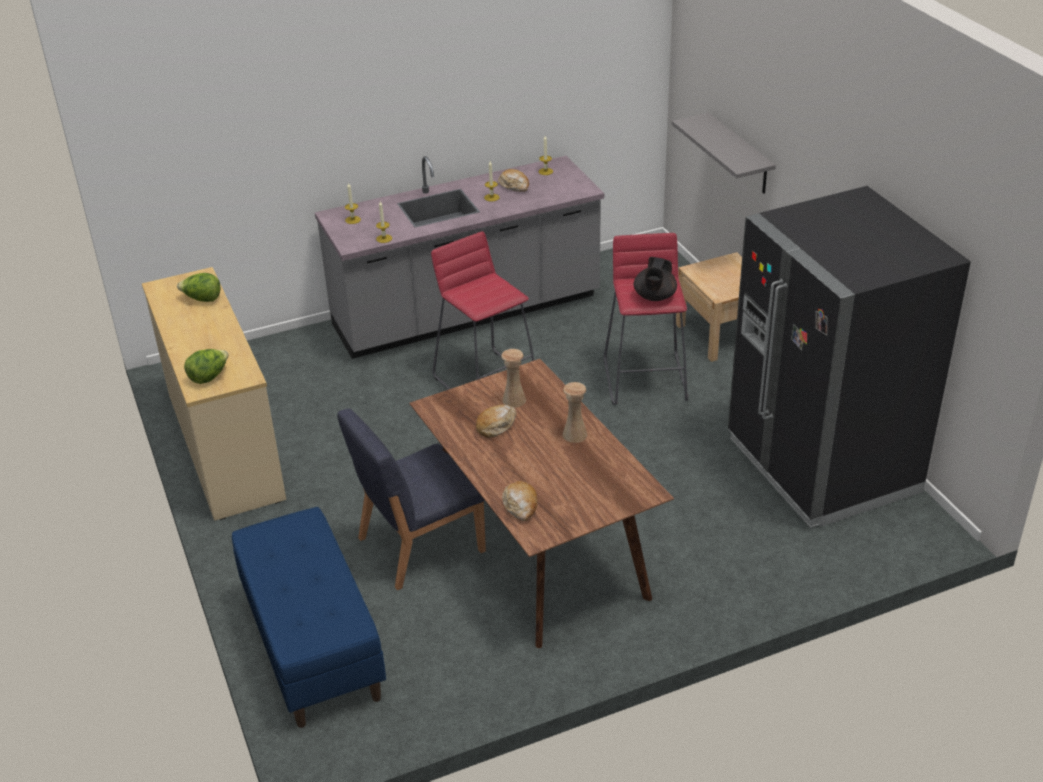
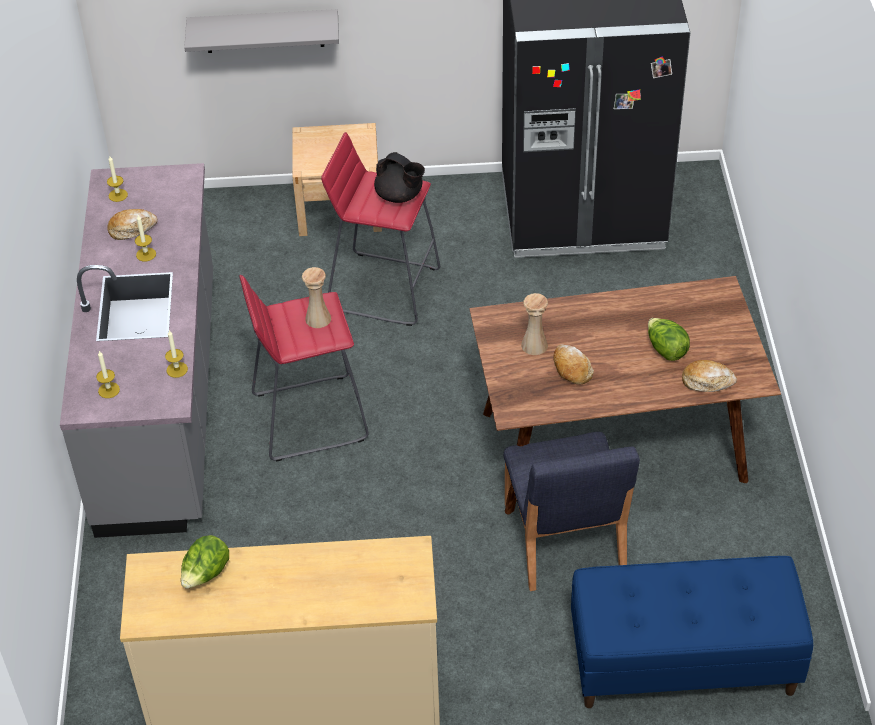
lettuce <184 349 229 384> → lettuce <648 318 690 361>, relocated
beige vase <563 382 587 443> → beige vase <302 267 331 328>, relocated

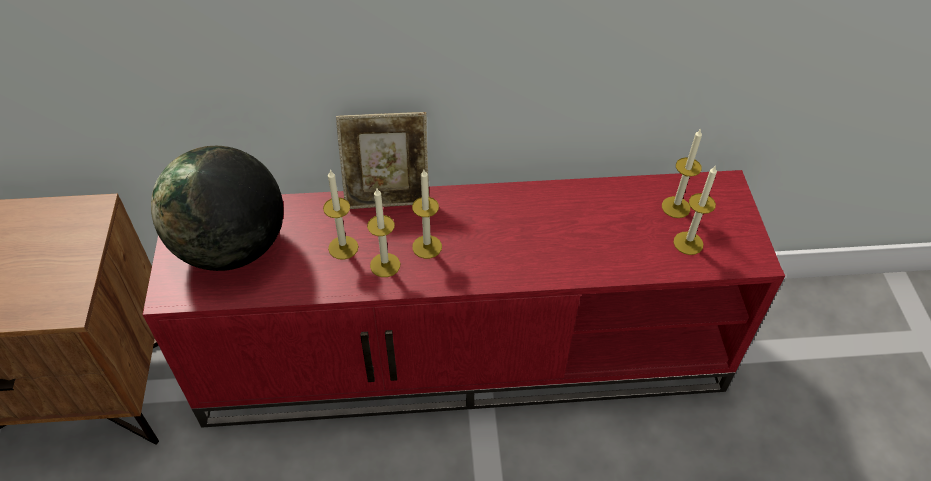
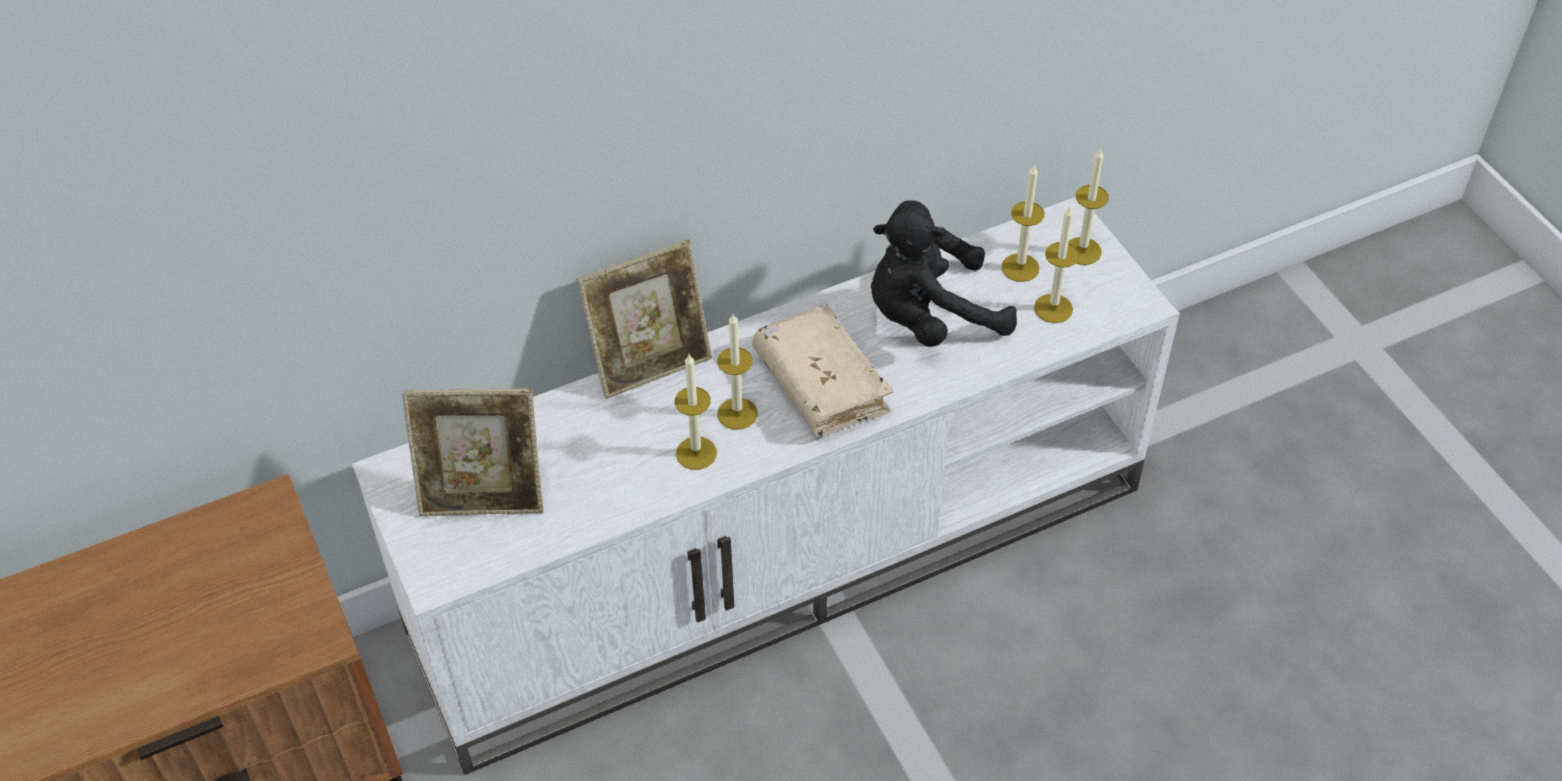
- → beige book <752 304 893 437>
- → black plush toy <871 200 1017 347>
candle <323 170 359 260> → candle <1068 147 1109 265>, relocated
globe <151 146 283 271> → picture frame <402 389 543 516>
red tv stand <142 170 785 428> → white tv stand <352 197 1180 775>

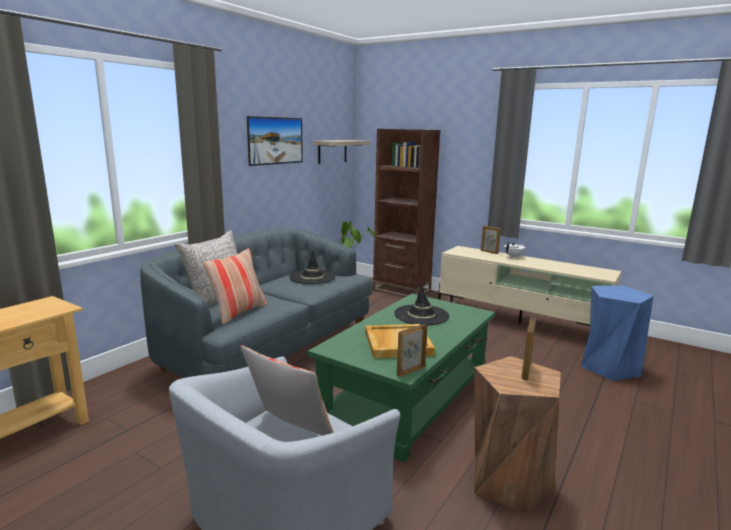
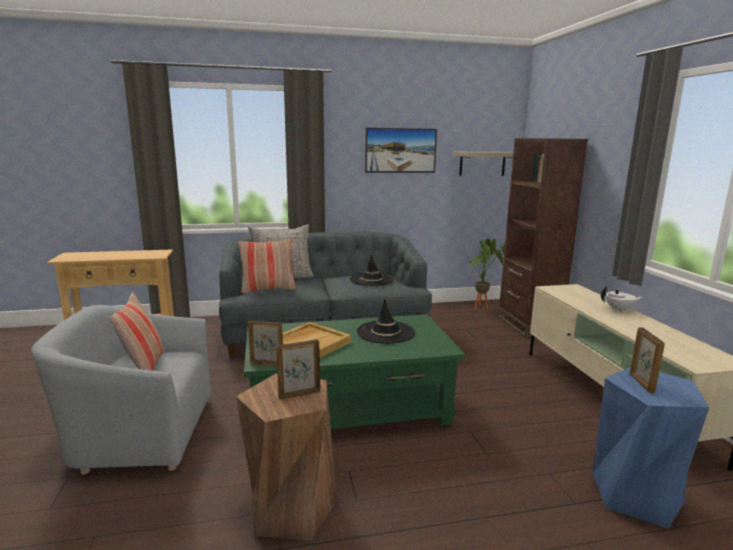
picture frame <481 225 501 254> → picture frame <630 327 665 393>, relocated

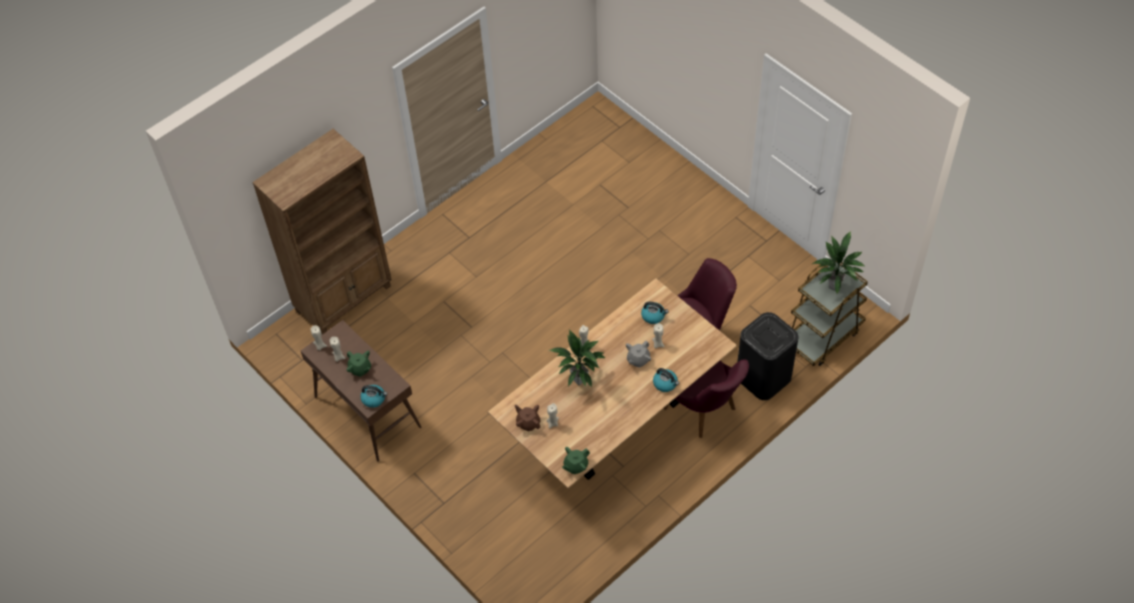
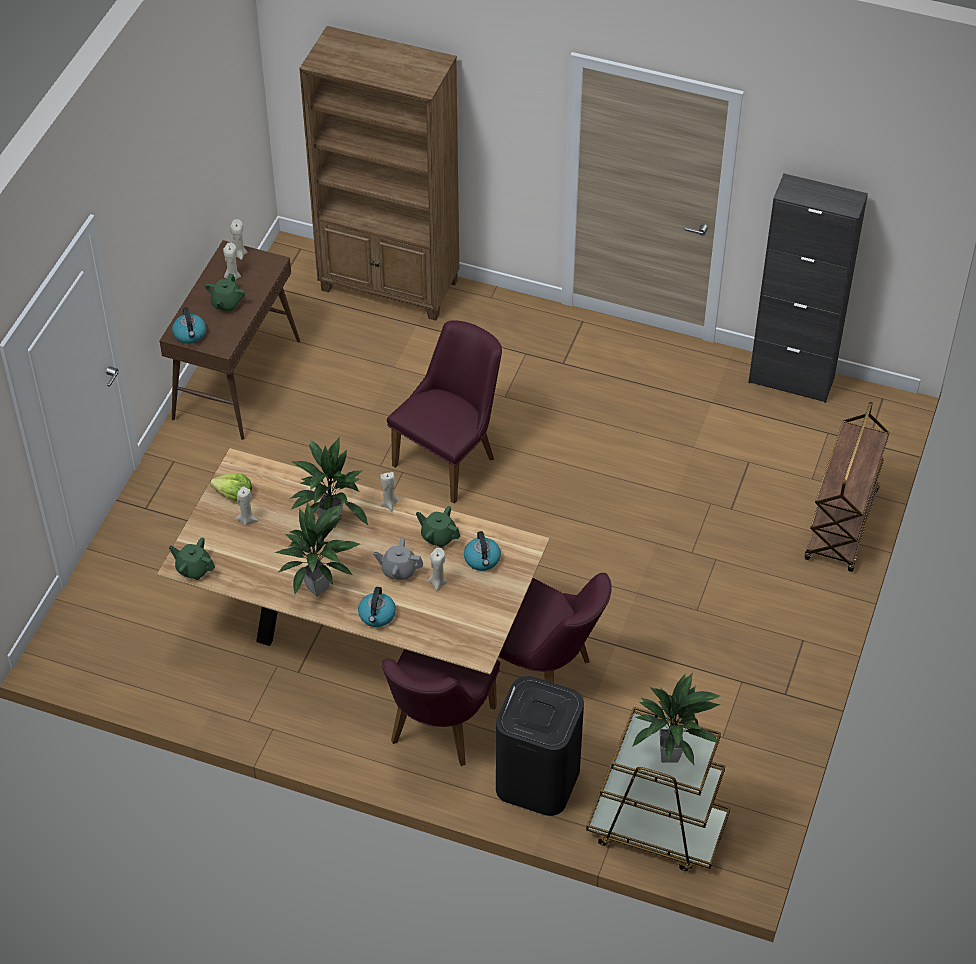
- → potted plant <275 502 360 596>
- → purple chair <387 320 502 503>
- → green teapot <416 506 460 548>
- → black cabinet <748 173 868 403>
- → brown cart <805 402 890 572>
brown teapot <515 405 540 431> → lettuce <210 473 252 501>

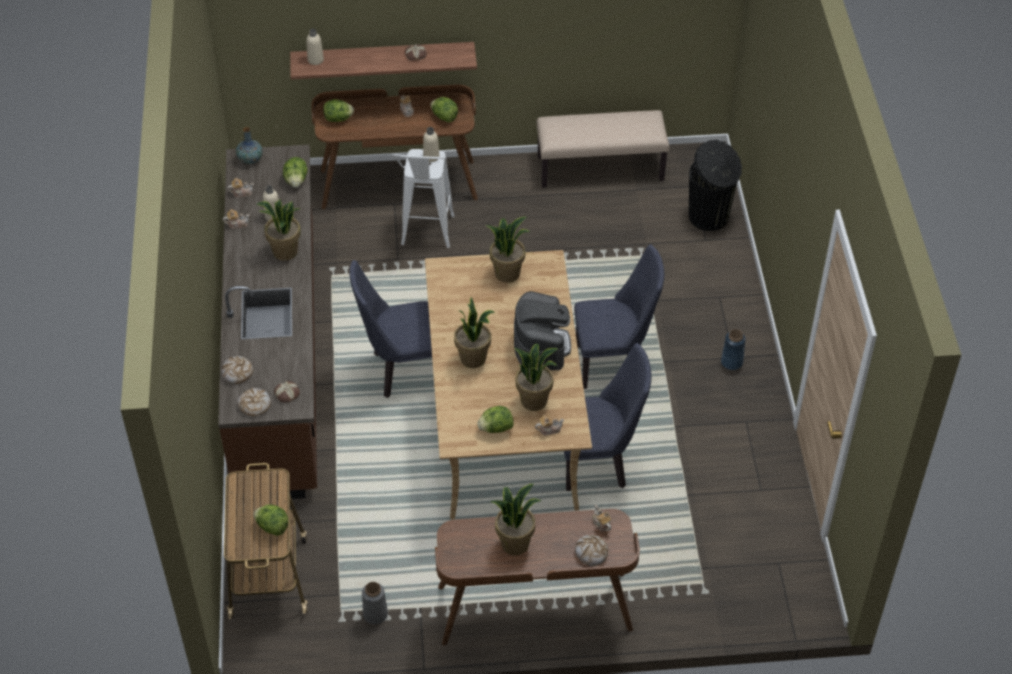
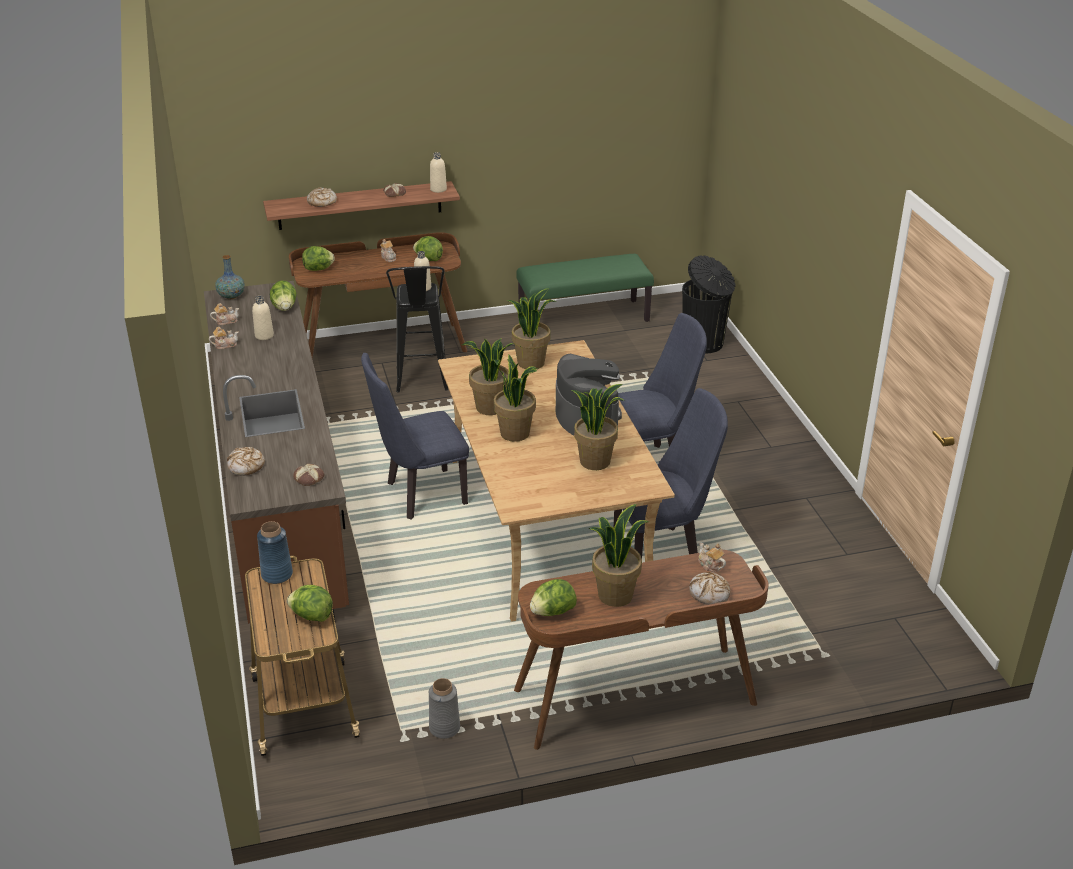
teapot <535 415 564 435> → -
bread <238 388 271 416> → bread <307 187 337 207>, relocated
potted plant <256 200 301 261> → potted plant <462 338 515 415>, relocated
beige bottle <306 29 324 65> → beige bottle <430 152 447 193>, relocated
lettuce <477 406 514 433> → lettuce <530 579 577 616>, relocated
blue vase <721 329 746 370> → blue vase <257 521 293 584>, relocated
white stool <392 149 455 248> → black stool <386 266 448 393>
beige bench <536 110 669 188> → green bench <516 254 654 322>

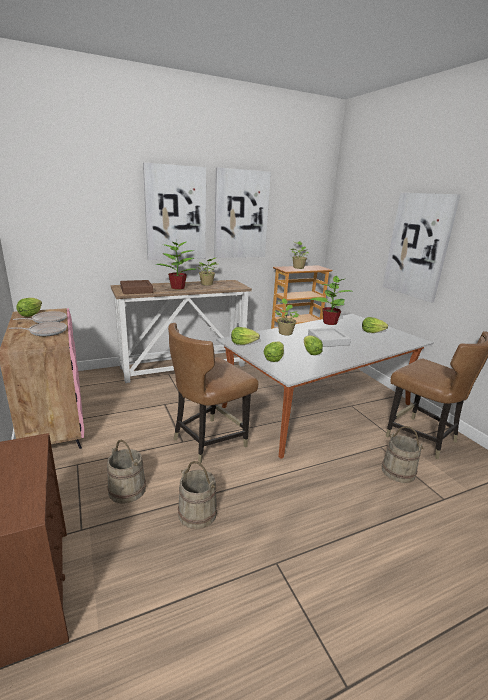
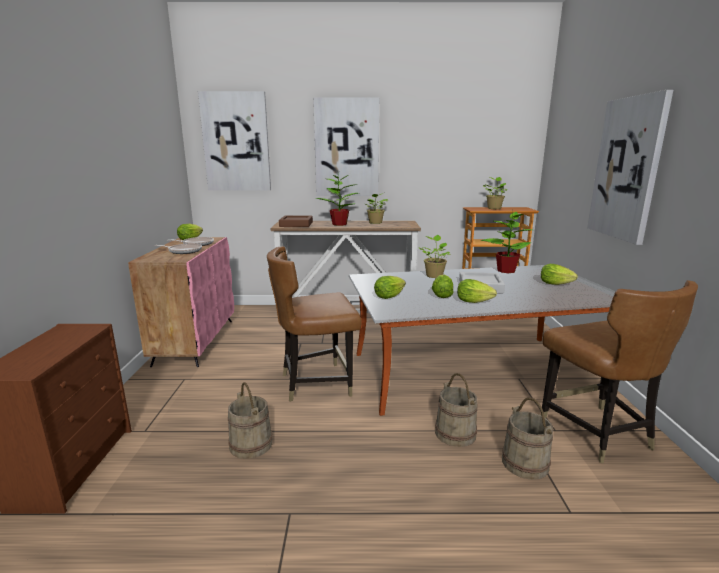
beige bucket <107 440 146 504> → beige bucket <435 373 478 447>, relocated
picture <214 167 271 258> → picture <198 91 271 191>, relocated
lettuce <231 327 260 345> → lettuce <457 279 497 303>, relocated

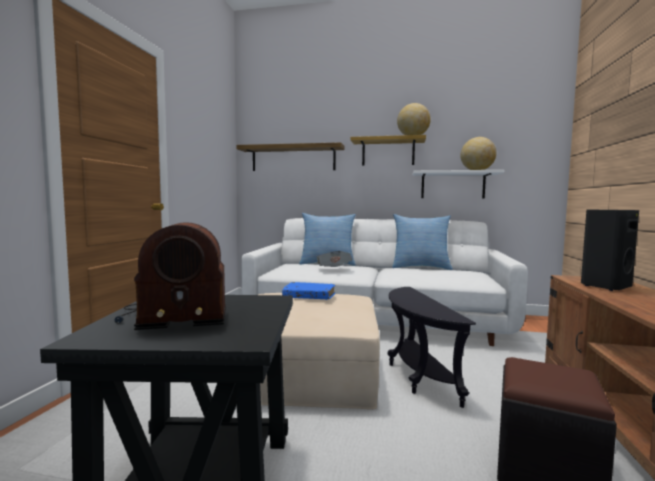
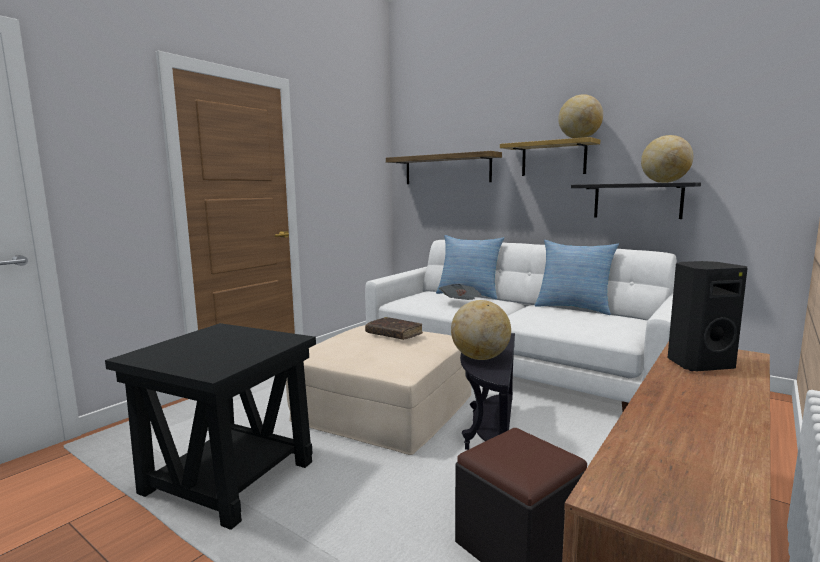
radio <115 222 226 330> → -
- → globe <451 300 511 360>
blue book <282 282 335 300> → brown book <365 317 423 340>
white shelf <413 170 504 198> → black shelf <571 182 701 219>

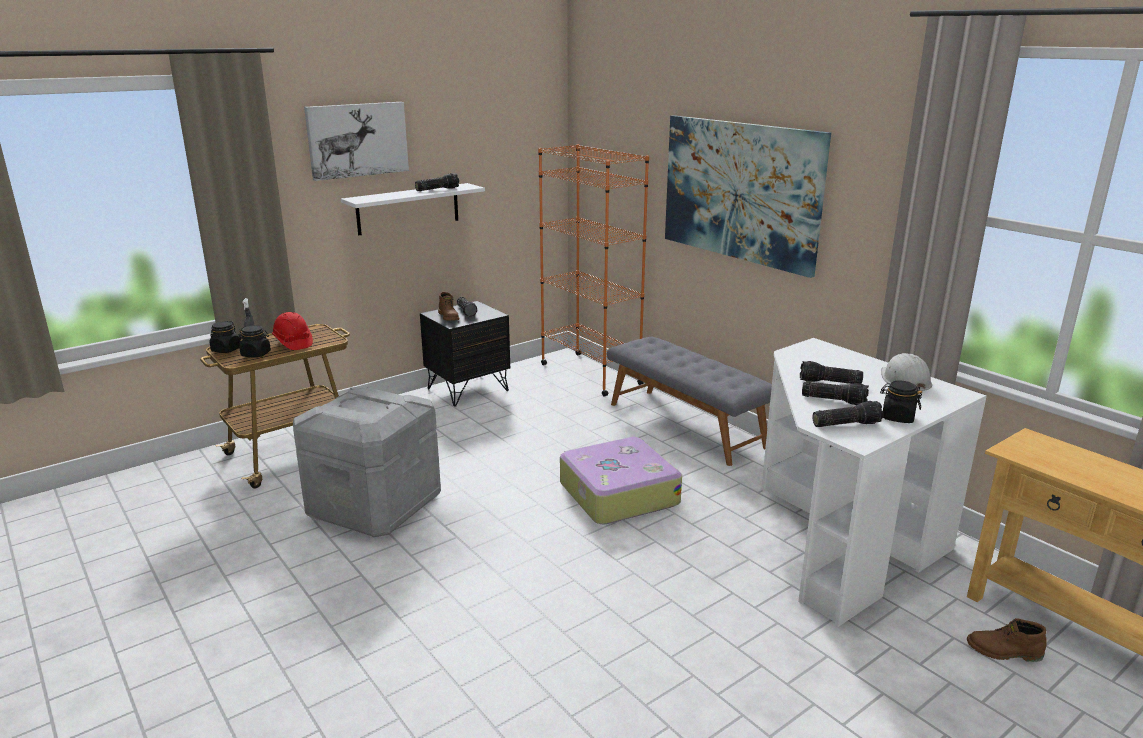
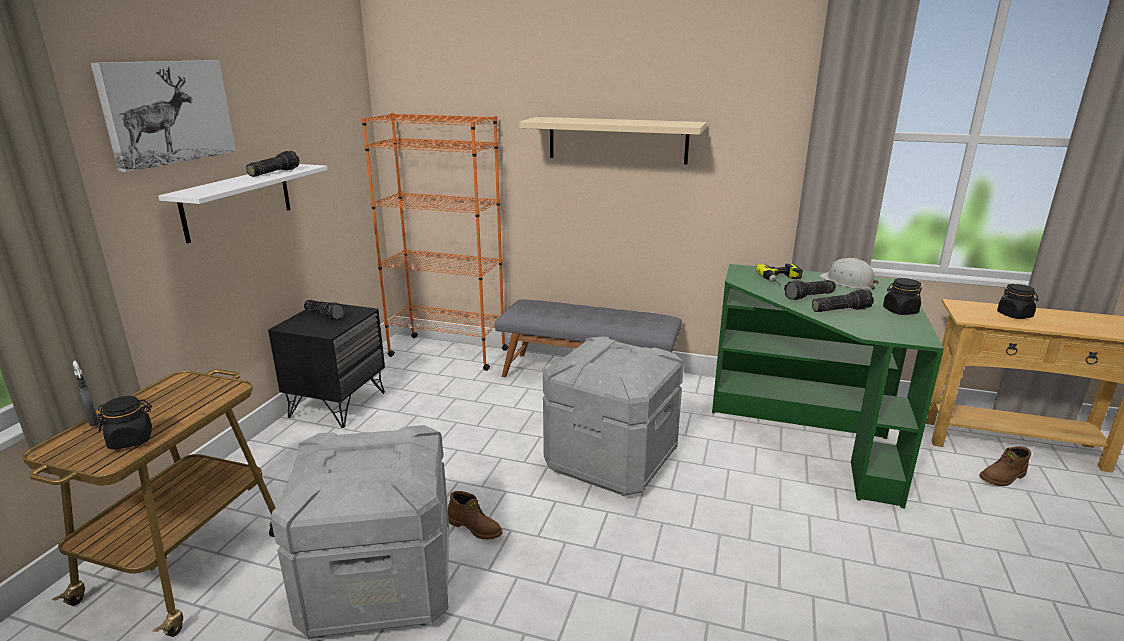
red hard hat <272 312 313 350> → -
flashlight <813 401 883 427> → -
- → power drill <756 263 803 285>
black jar <209 321 241 353> → black jar <997 284 1038 319>, relocated
brown boot <438 292 459 320> → brown boot <448 491 503 540>, relocated
suitcase <560 437 682 525> → grey storage box <543 337 684 496>
picture <665 115 831 278> → beige shelf <519 117 706 164>
white desk <761 338 987 627> → green desk <712 264 944 509>

